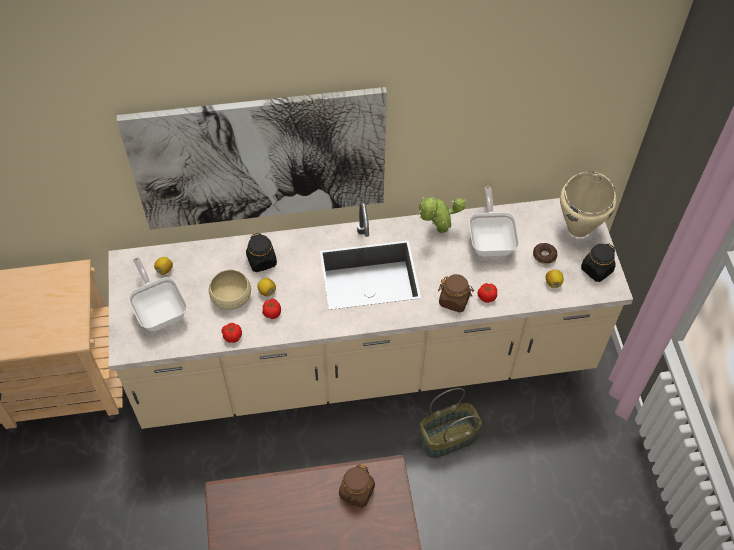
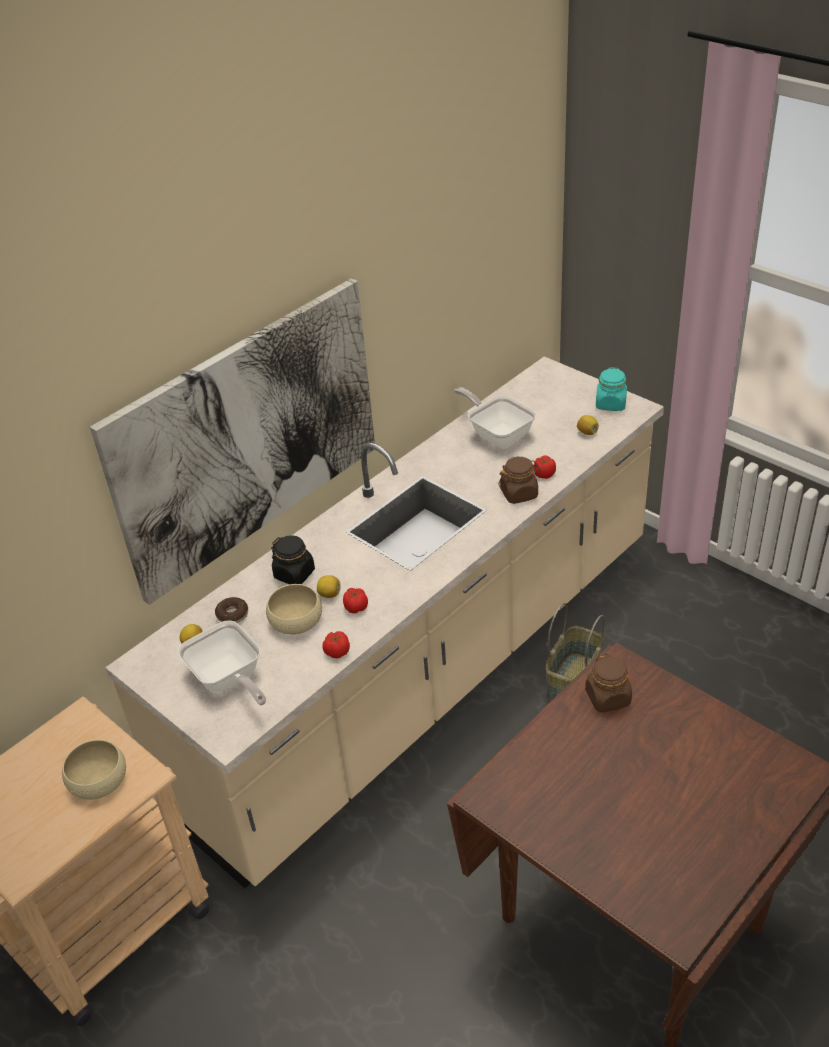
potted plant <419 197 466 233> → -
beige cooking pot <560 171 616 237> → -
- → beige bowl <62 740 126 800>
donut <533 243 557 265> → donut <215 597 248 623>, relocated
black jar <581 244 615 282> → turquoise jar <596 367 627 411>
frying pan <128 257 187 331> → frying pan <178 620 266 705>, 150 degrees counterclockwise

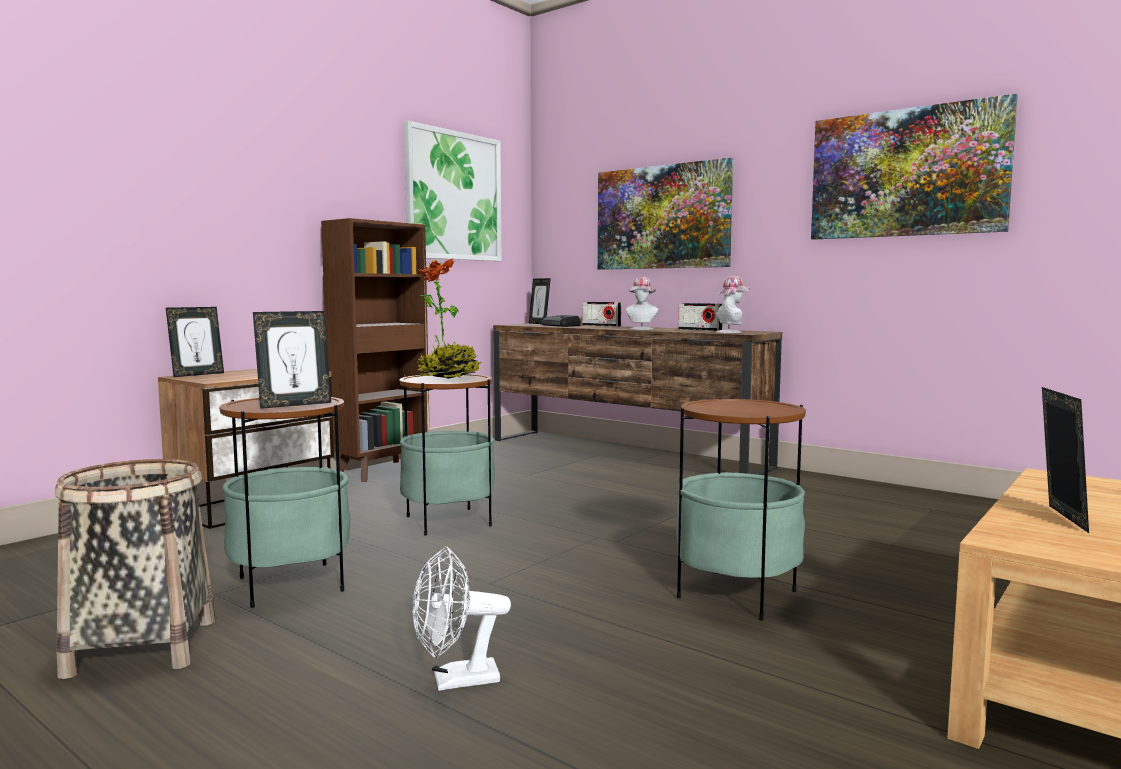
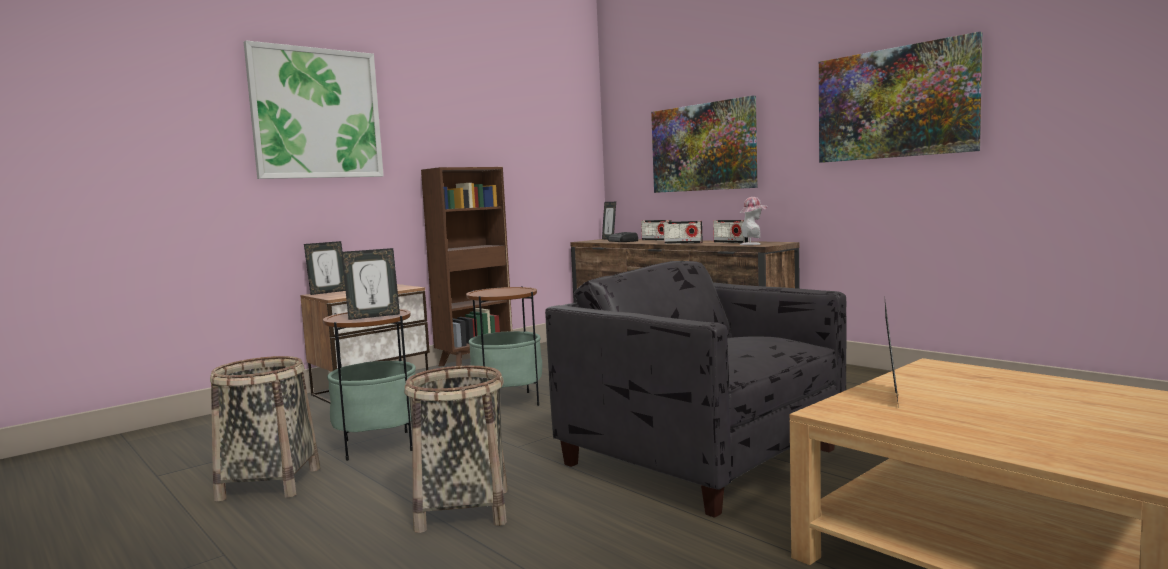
potted plant <418 258 481 379> → -
picture <404 121 502 261> → picture <244 41 384 179>, relocated
white fan <412 546 511 691> → basket <405 366 508 533>
hat <625 277 659 330> → radio <664 221 703 244>
side table <677 398 806 621> → grey armchair <545 261 846 518>

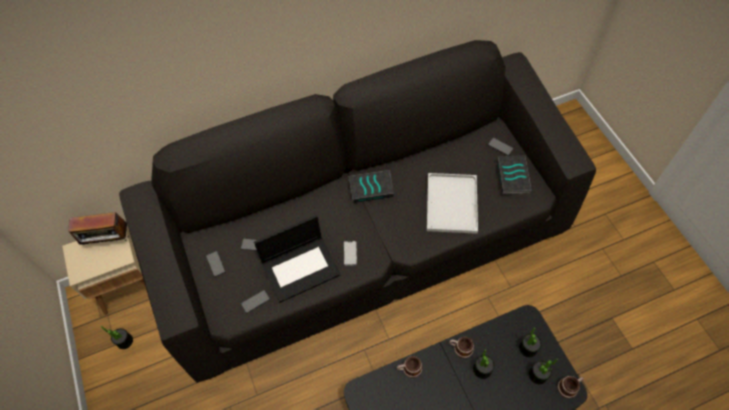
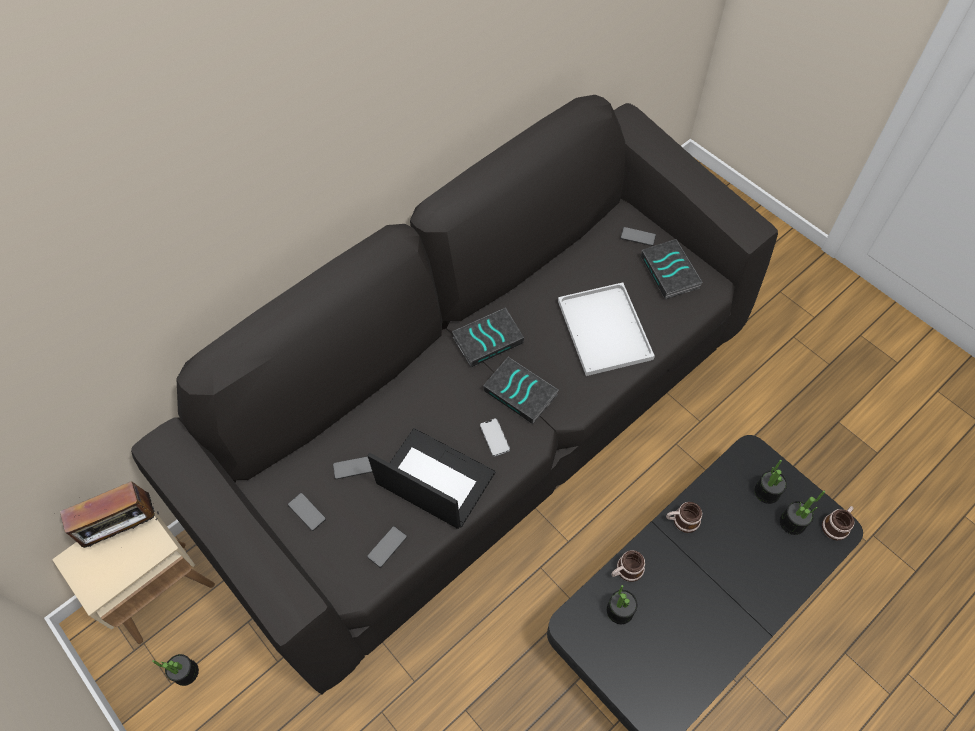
- → book <483 357 559 424>
potted plant <473 350 495 379> → potted plant <607 585 638 624>, relocated
laptop <254 215 341 303> → laptop <368 428 495 529>, 105 degrees counterclockwise

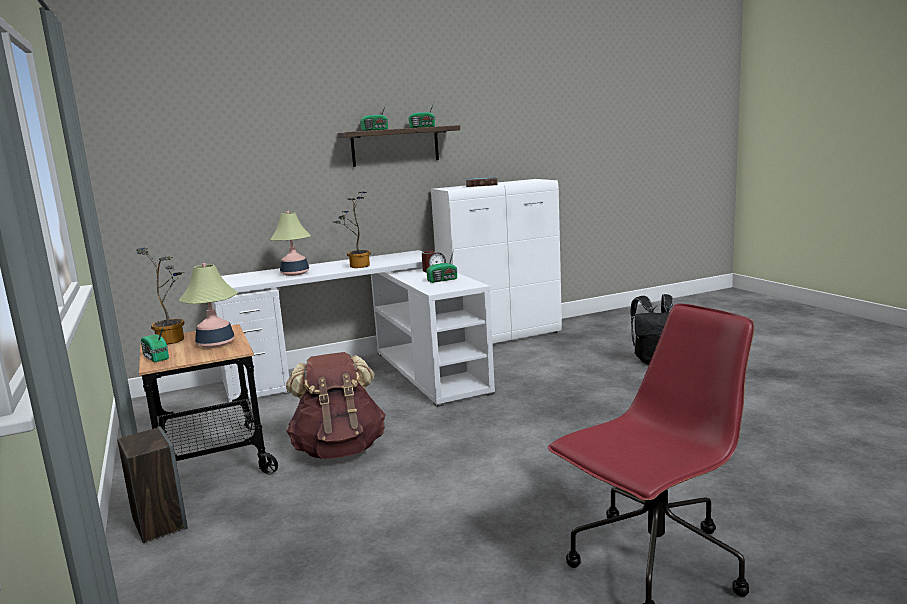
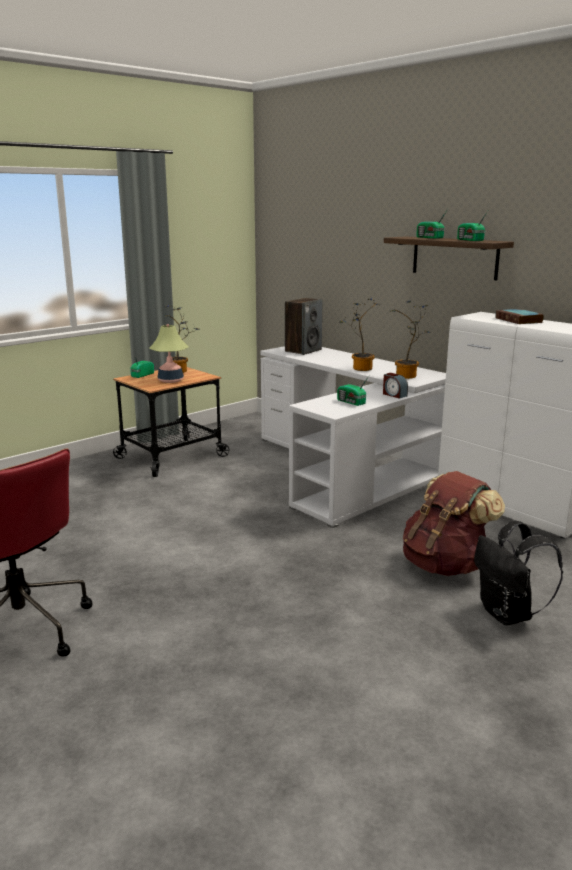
table lamp <271 211 311 276> → -
- → potted plant <390 301 430 379>
speaker <117 426 188 543> → speaker <285 298 322 355>, relocated
brown backpack <286 352 386 459> → brown backpack <403 471 505 576>, relocated

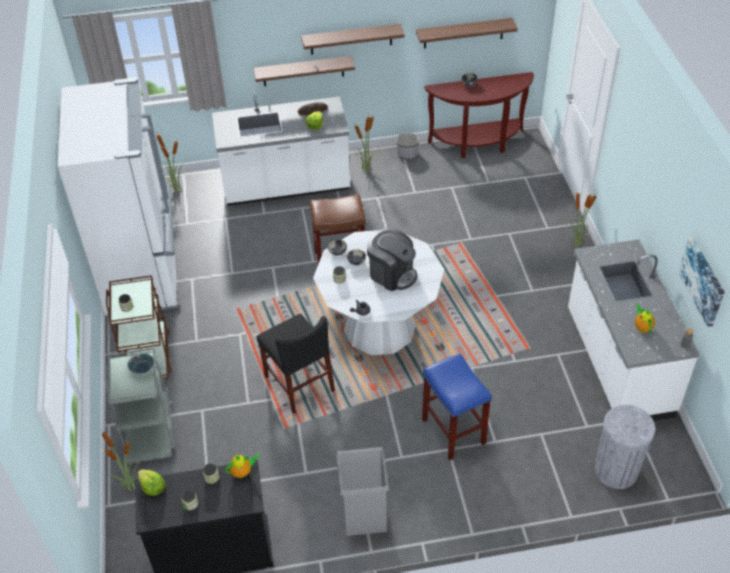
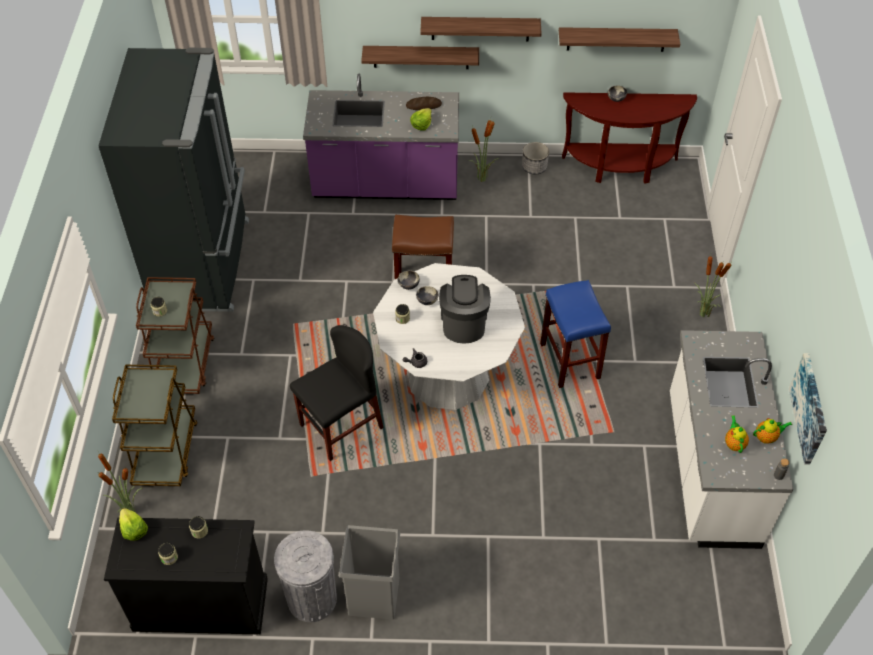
bowl <127 353 154 375> → -
potted plant <156 132 183 192> → -
teapot <225 454 260 478> → teapot <753 418 792 444>, relocated
blue stool <422 354 492 460> → blue stool <540 280 611 388>, relocated
grey trash can <595 405 655 489> → grey trash can <274 530 337 622>, relocated
white fridge <58 77 181 318> → black fridge <98 48 249 312>
grey cart <105 348 175 464> → brown cart <112 365 198 486>
white counter <212 91 350 206> → purple counter <303 73 459 200>
black chair <257 314 335 414> → black chair <290 325 384 461>, 105 degrees counterclockwise
coffee machine <367 228 417 291> → coffee machine <439 275 491 344>, 135 degrees counterclockwise

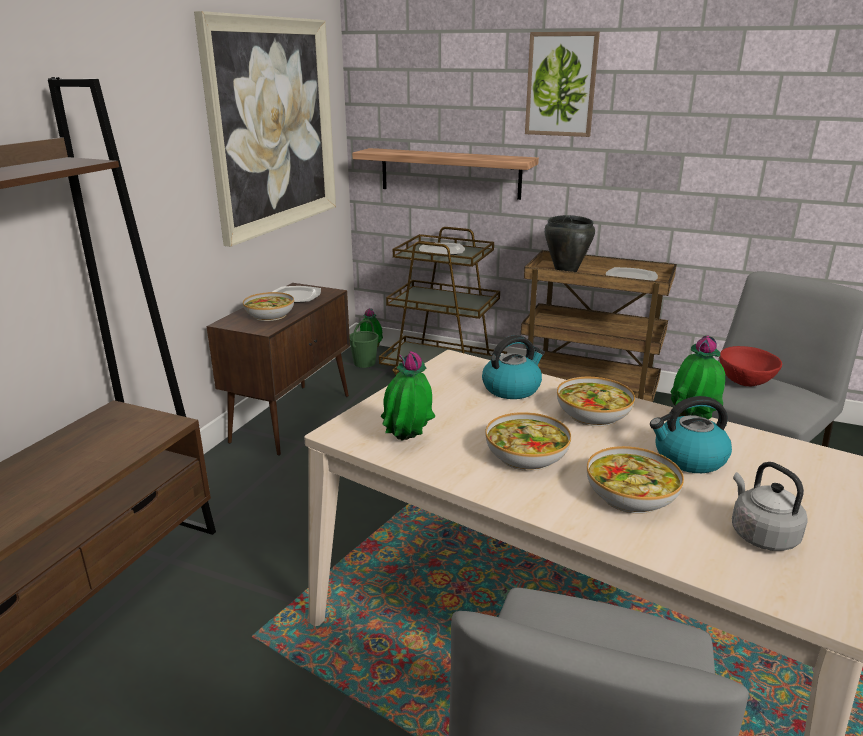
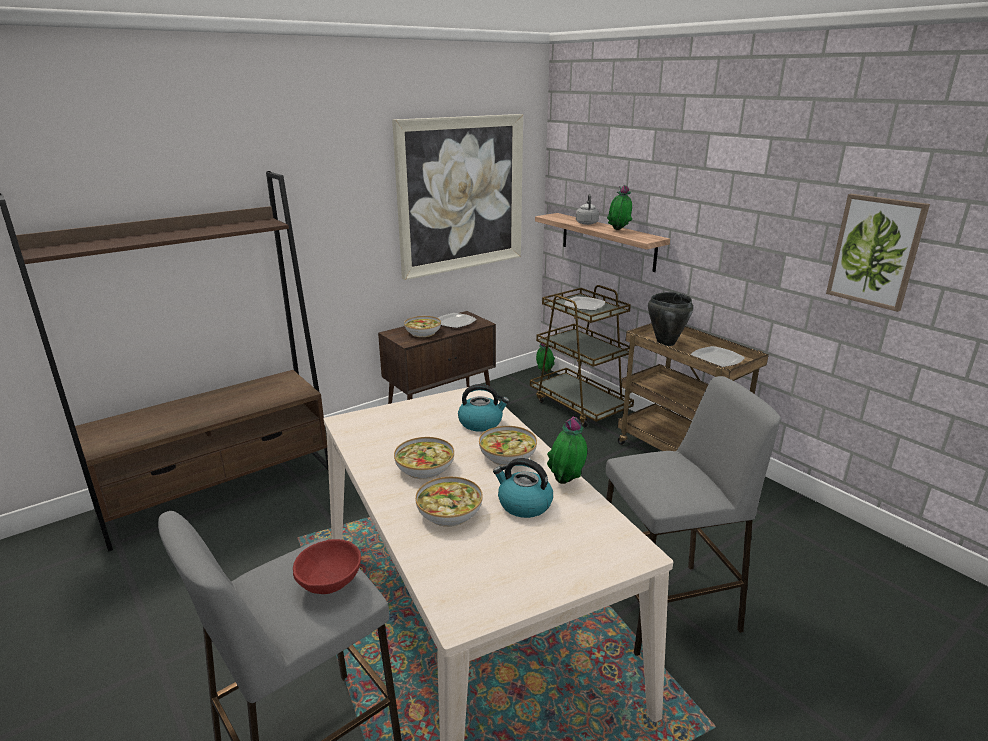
green bucket <349 319 379 368> → -
potted plant <381 351 435 441> → potted plant <607 185 632 230>, relocated
picture <525 31 600 137> → picture <826 194 930 312>, relocated
red bowl <719 346 782 386> → red bowl <293 539 361 594>, relocated
grey kettle <732 462 808 551> → grey kettle <576 194 599 225>, relocated

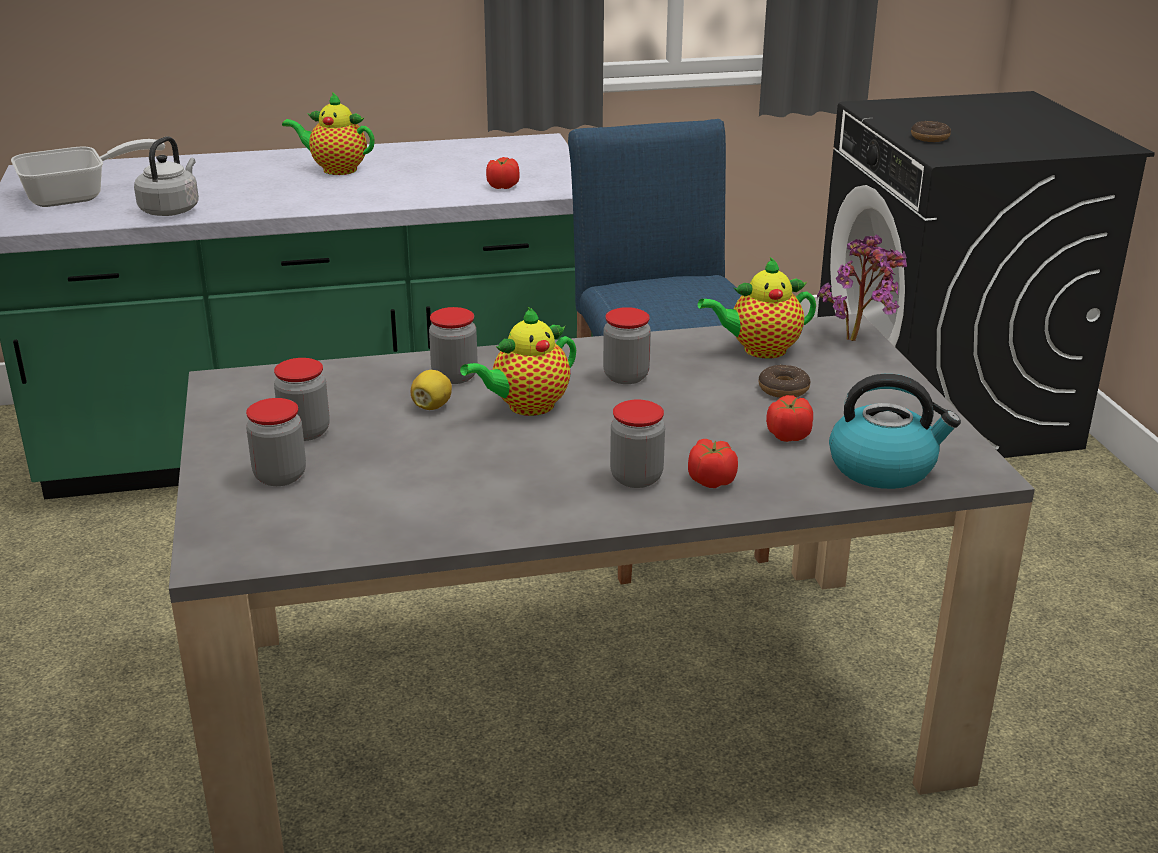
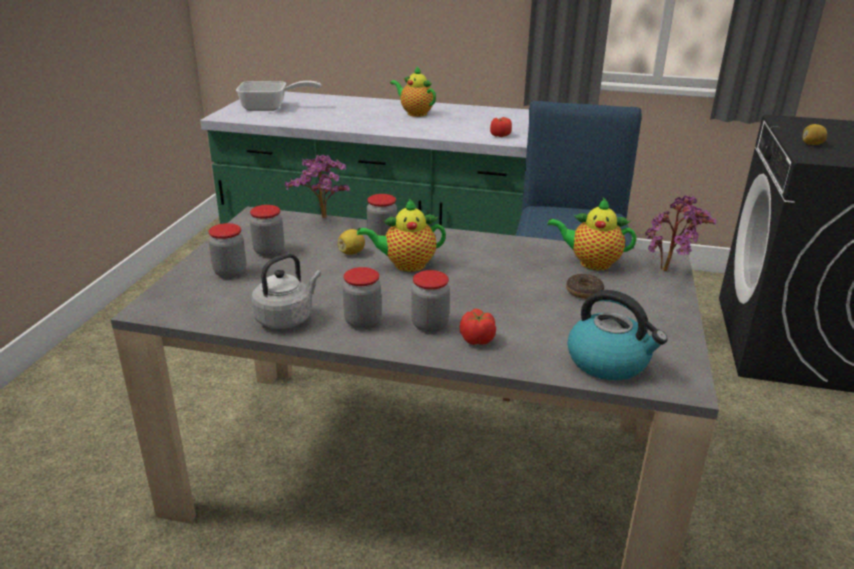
tomato <766 395 813 442> → -
- → potted plant <285 155 350 218>
grey kettle <134 136 199 216> → grey kettle <251 253 321 329>, relocated
jar <603 307 651 384> → jar <343 267 381 329>, relocated
donut <911 121 951 142> → lemon <803 124 827 145>

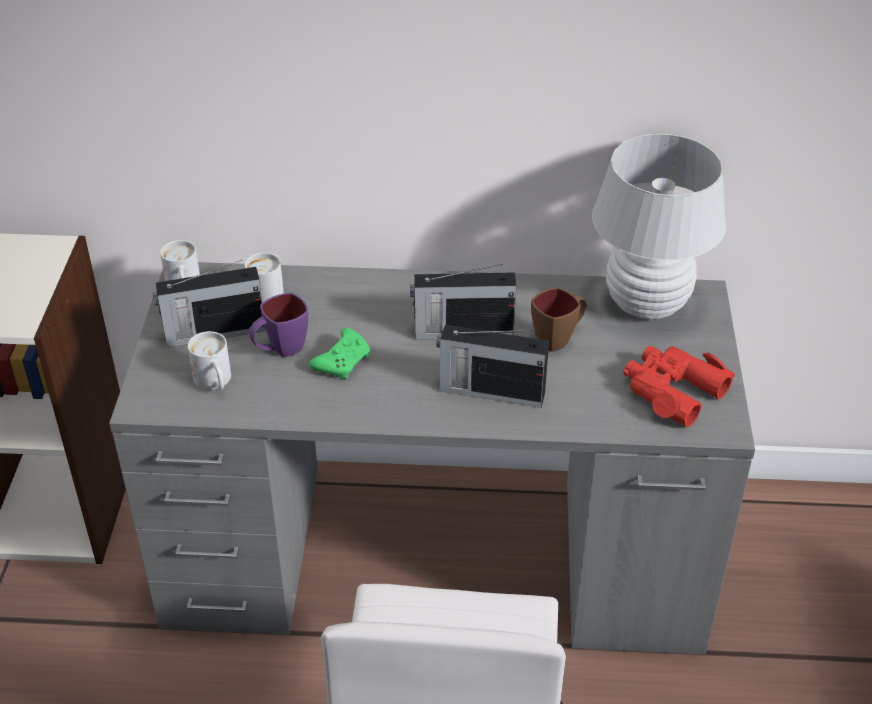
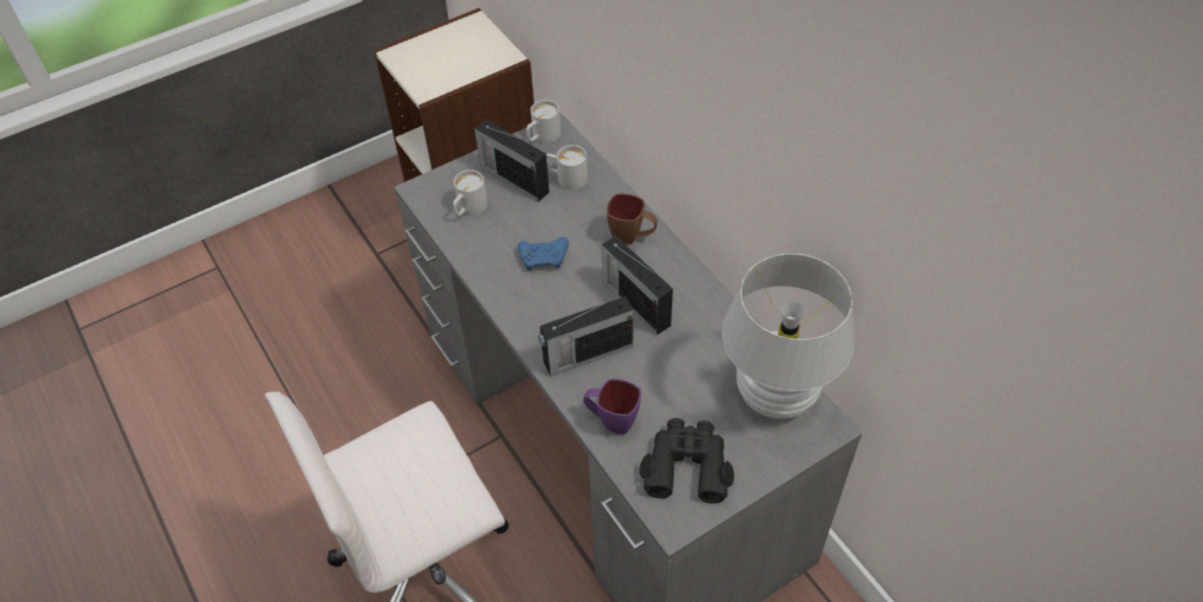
purple mug <249 293 308 357> → purple mug <583 379 641 434>, relocated
brown mug <531 287 587 352> → brown mug <607 193 658 244>, relocated
green game controller <309 328 370 379> → blue game controller <518 237 569 271>
red binoculars <623 346 735 427> → black binoculars <639 418 734 504>
radio <436 325 549 408> → radio <538 296 633 377>, 90 degrees counterclockwise

